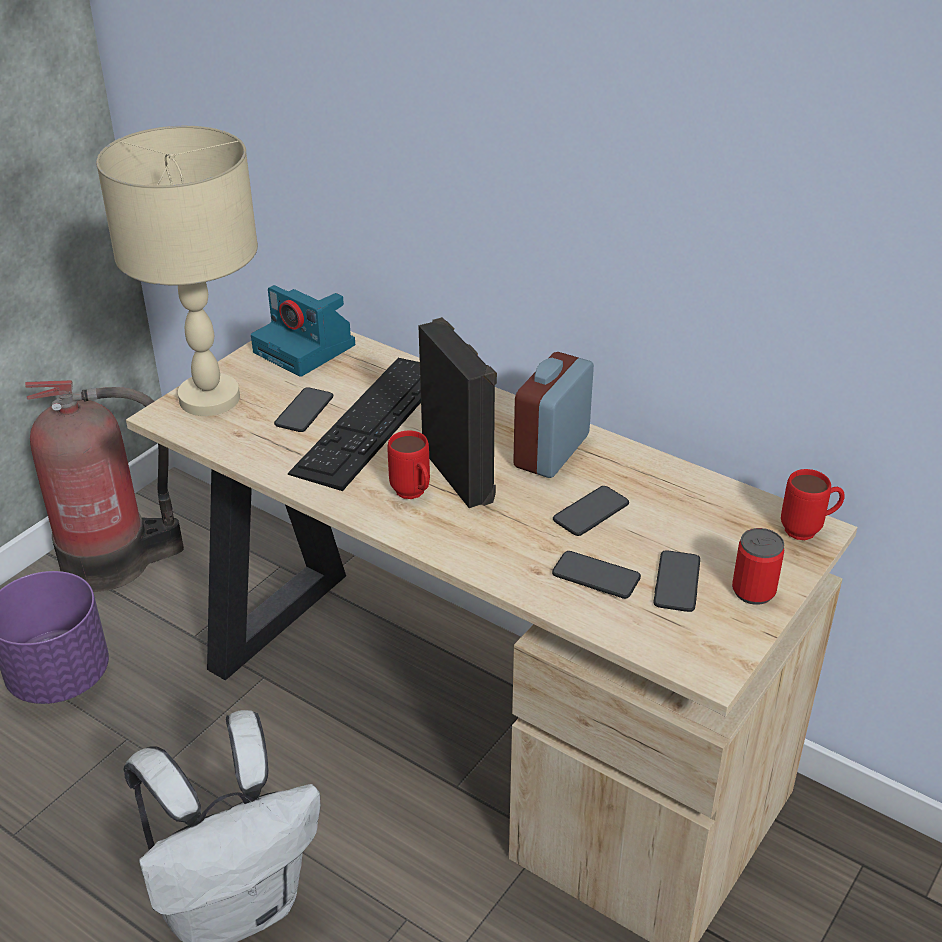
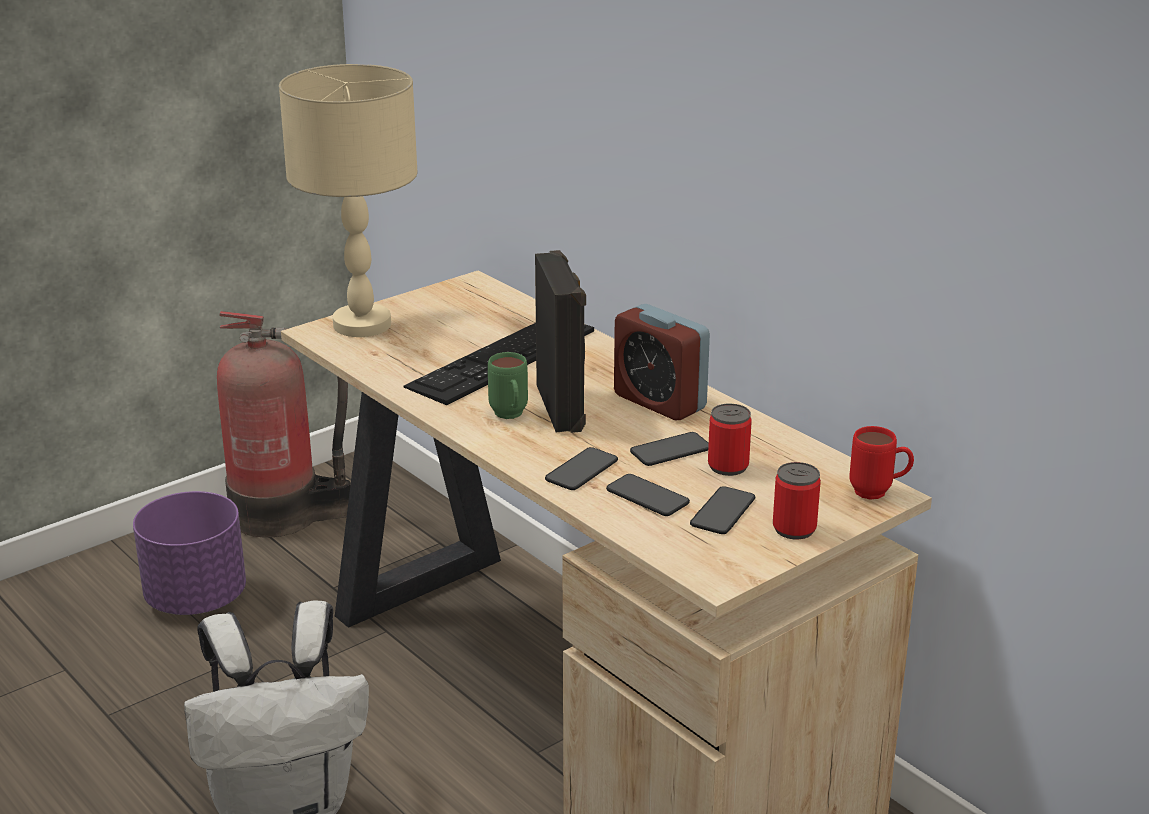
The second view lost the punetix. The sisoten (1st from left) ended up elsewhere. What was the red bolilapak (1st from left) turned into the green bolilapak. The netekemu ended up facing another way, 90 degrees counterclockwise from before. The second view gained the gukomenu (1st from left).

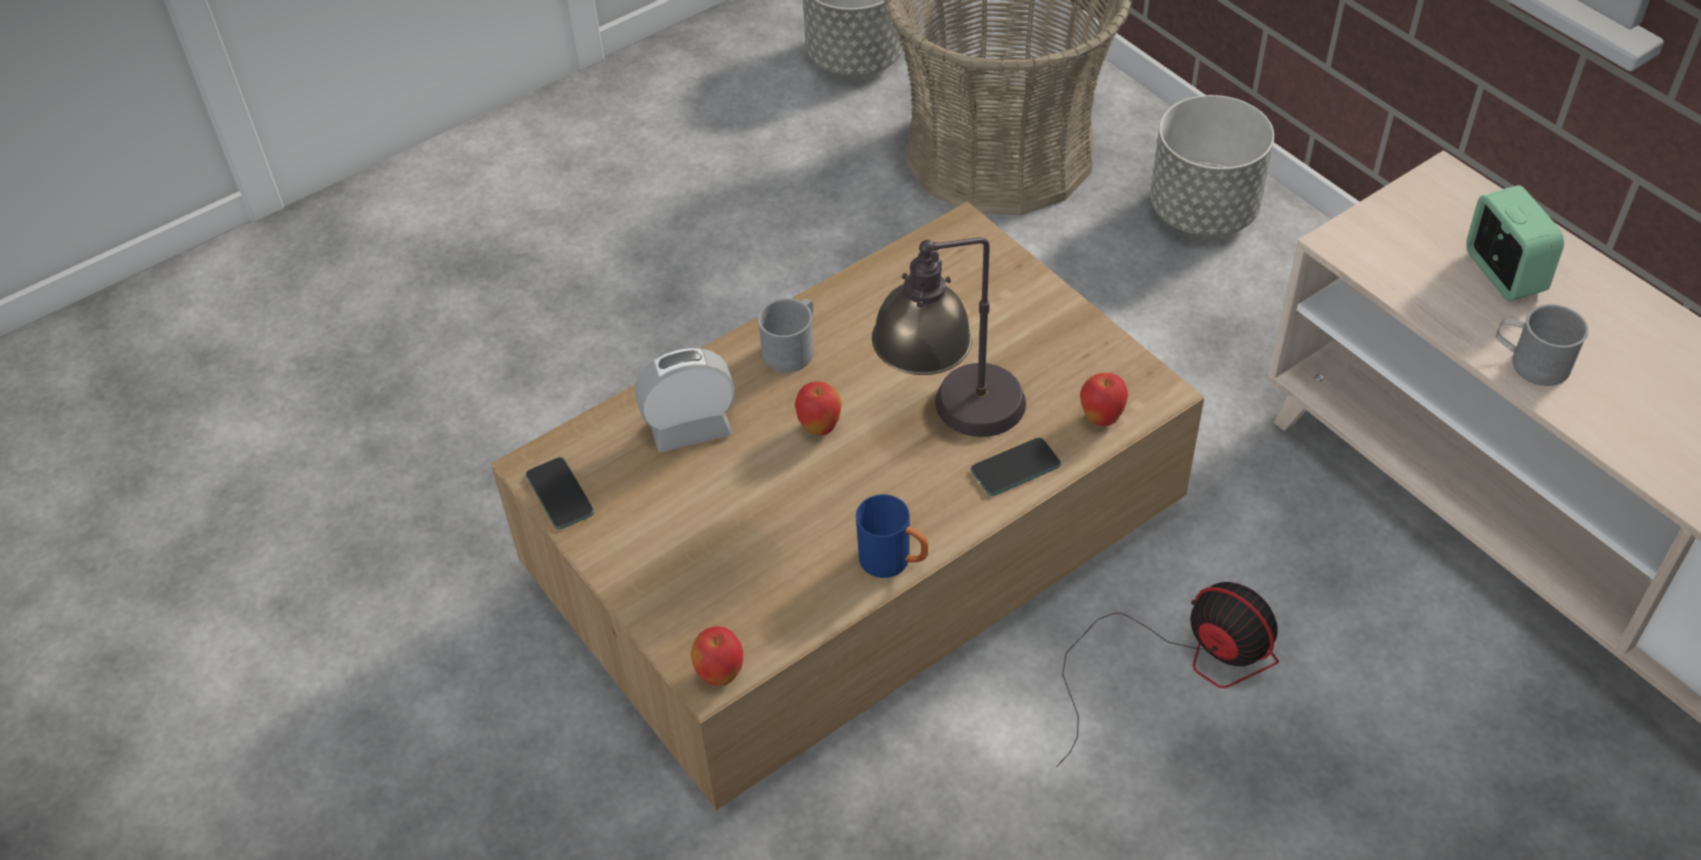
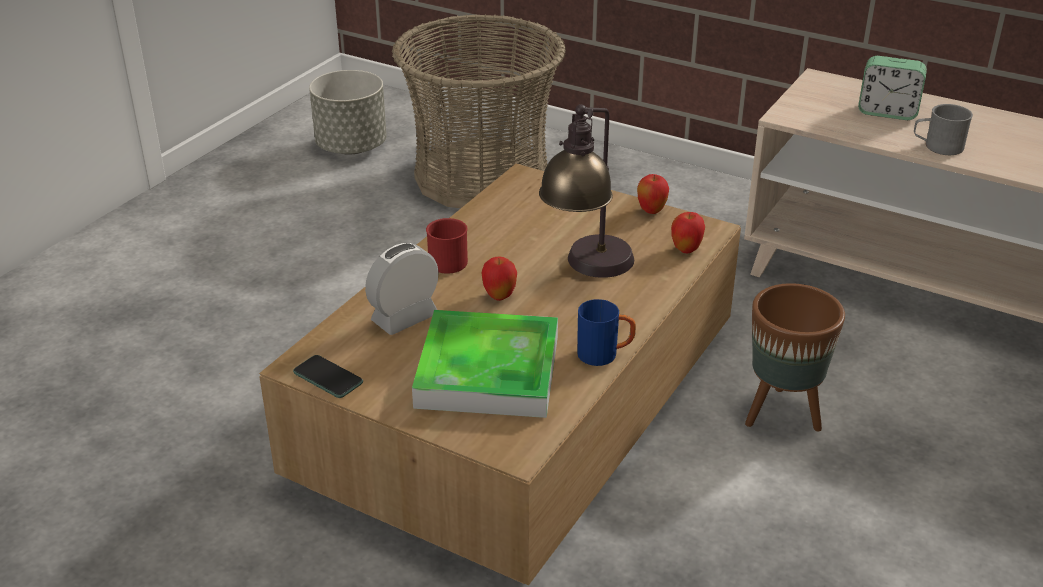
The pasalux (1st from left in the first image) ended up elsewhere. What was the grey bolilapak (1st from left) turned into the red bolilapak. The second view lost the sisoten (2nd from left). Where the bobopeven stood, the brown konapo came to stand. The second view lost the grey konapo (2nd from left). The netekemu (2nd from left) ended up facing another way, 150 degrees clockwise from before. The second view gained the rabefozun.

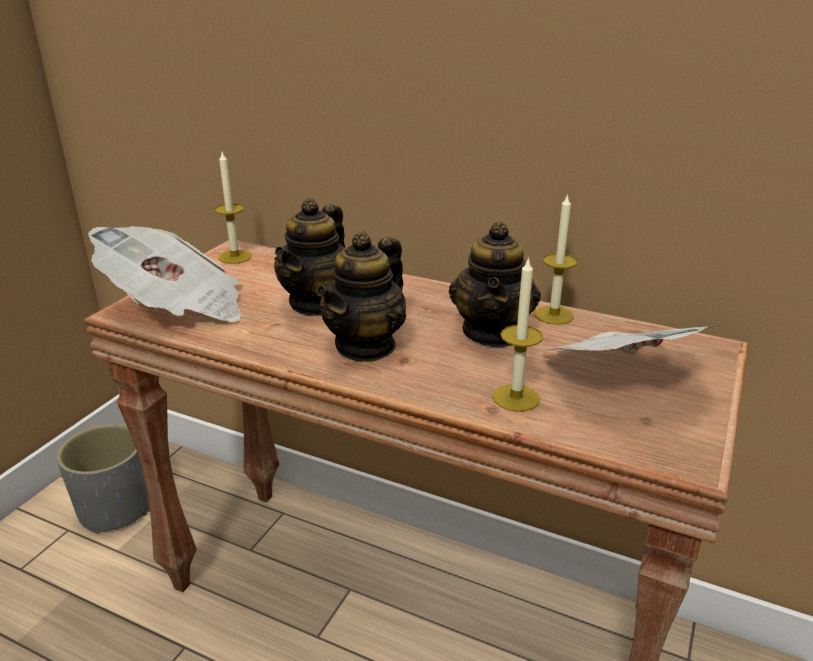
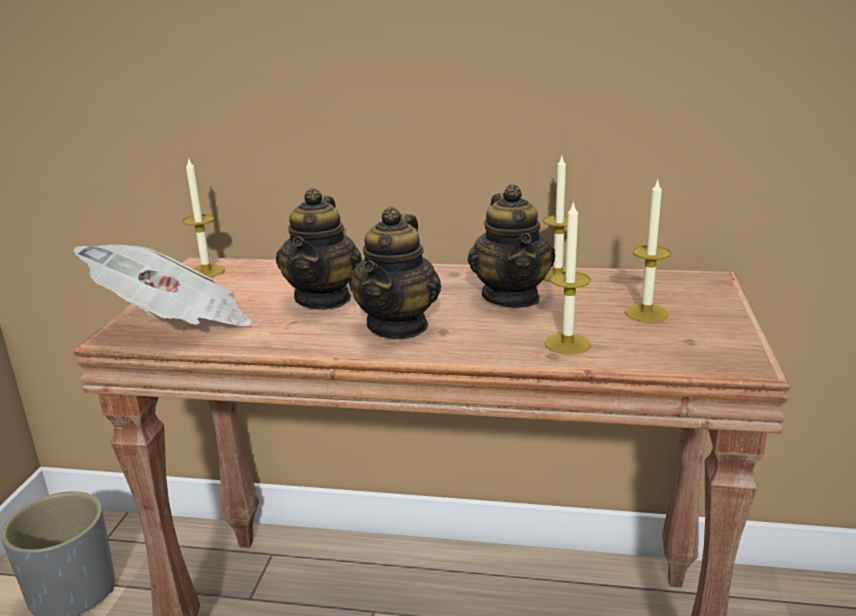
Where the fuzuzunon (2nd from left) stood, the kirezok (4th from left) came to stand.

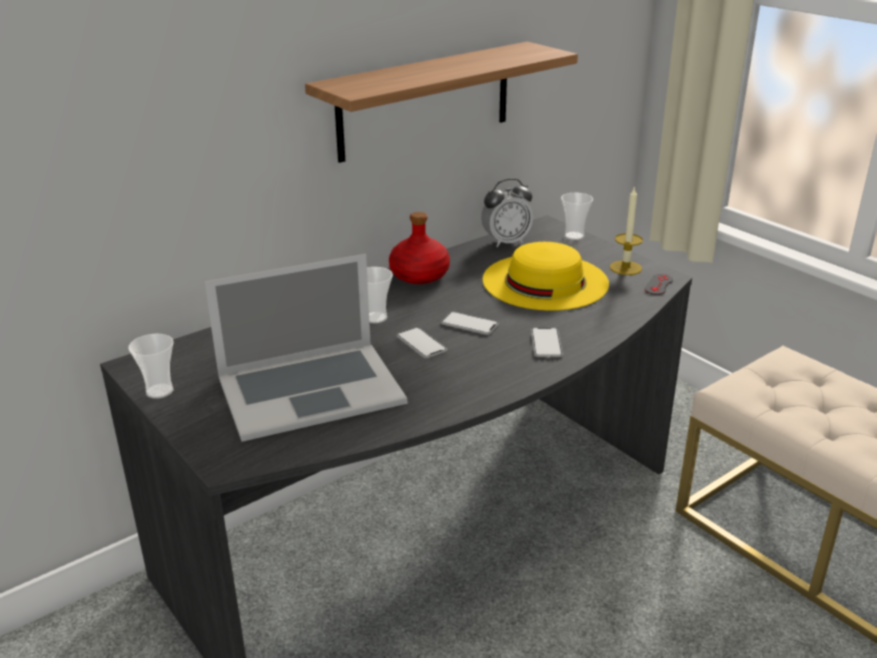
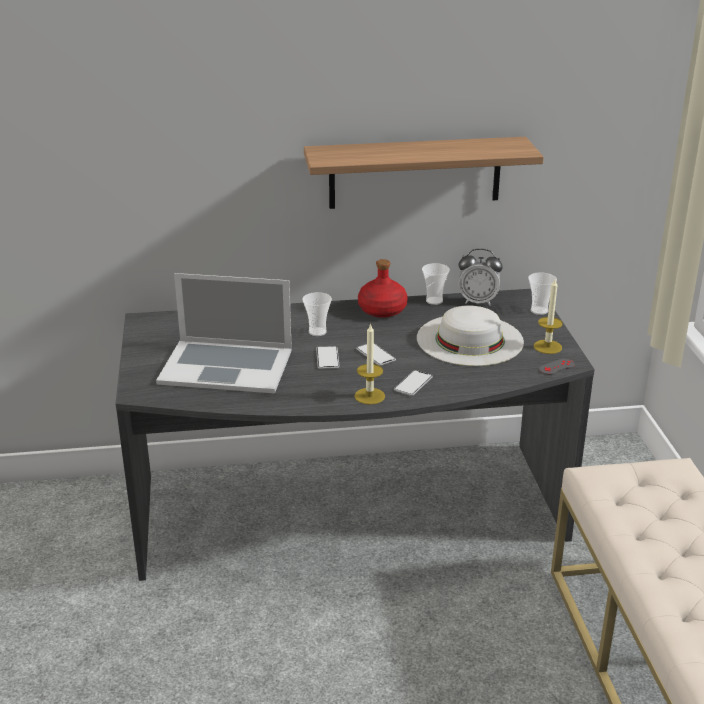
The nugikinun (1st from left in the first image) ended up elsewhere. What was the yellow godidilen turned into the white godidilen. The second view gained the kirezok (1st from left).

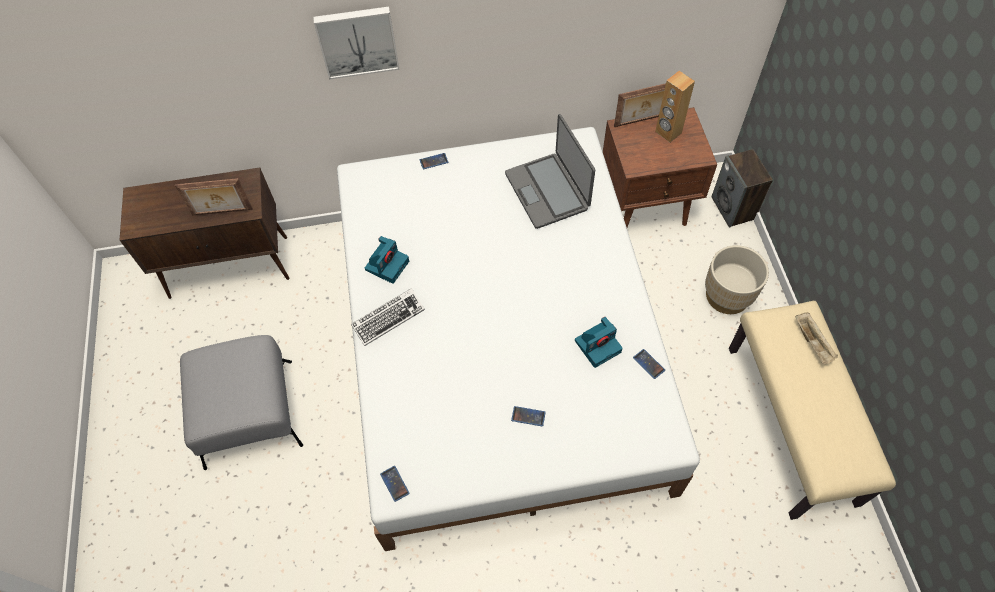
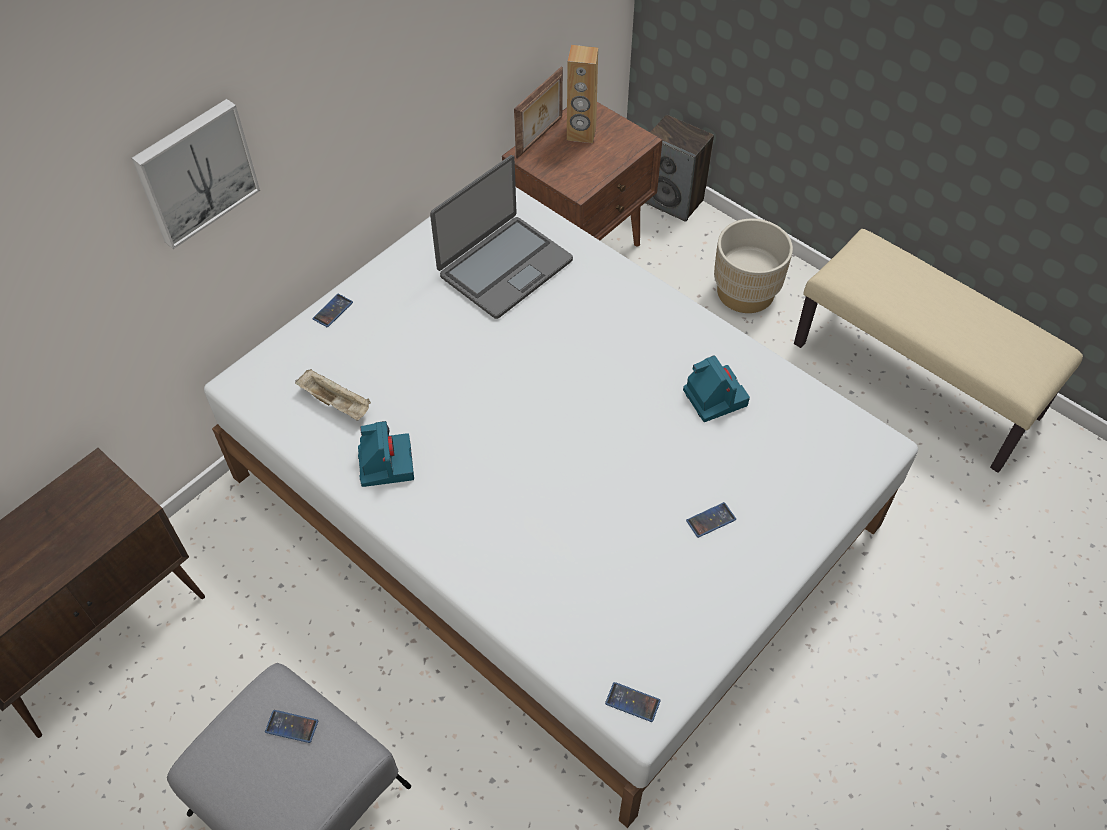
The second view lost the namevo (1st from left). The second view lost the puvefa. The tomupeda ended up facing another way, 75 degrees counterclockwise from before. The punetix (2nd from left) ended up facing another way, 45 degrees counterclockwise from before. The sisoten (4th from left in the first image) ended up elsewhere. The beige rabefozun ended up elsewhere.

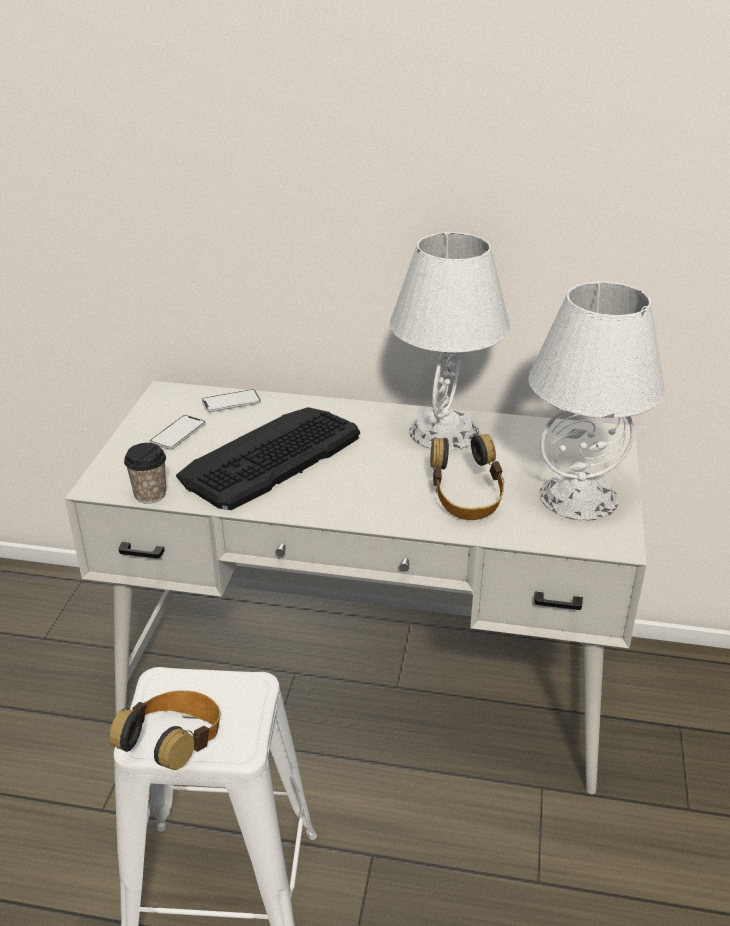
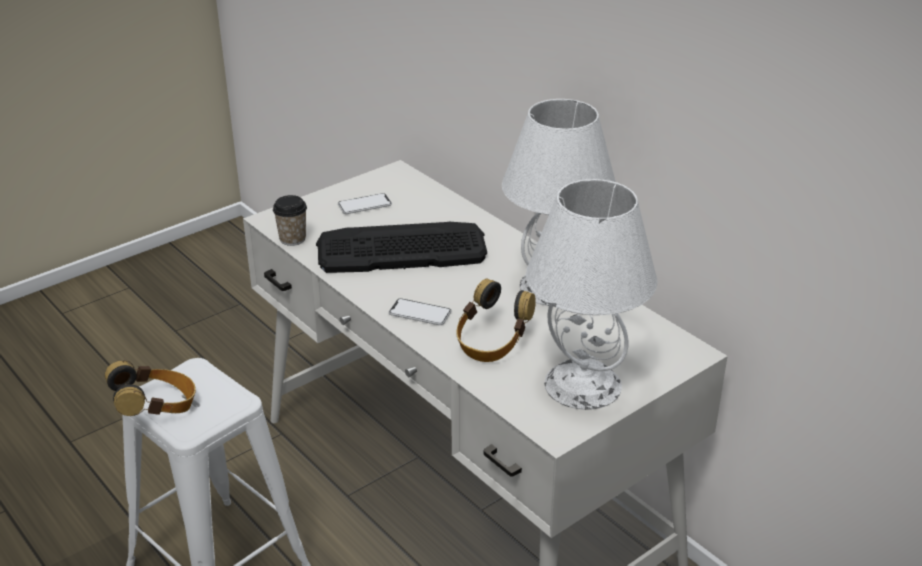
The sisoten (2nd from left) ended up elsewhere.

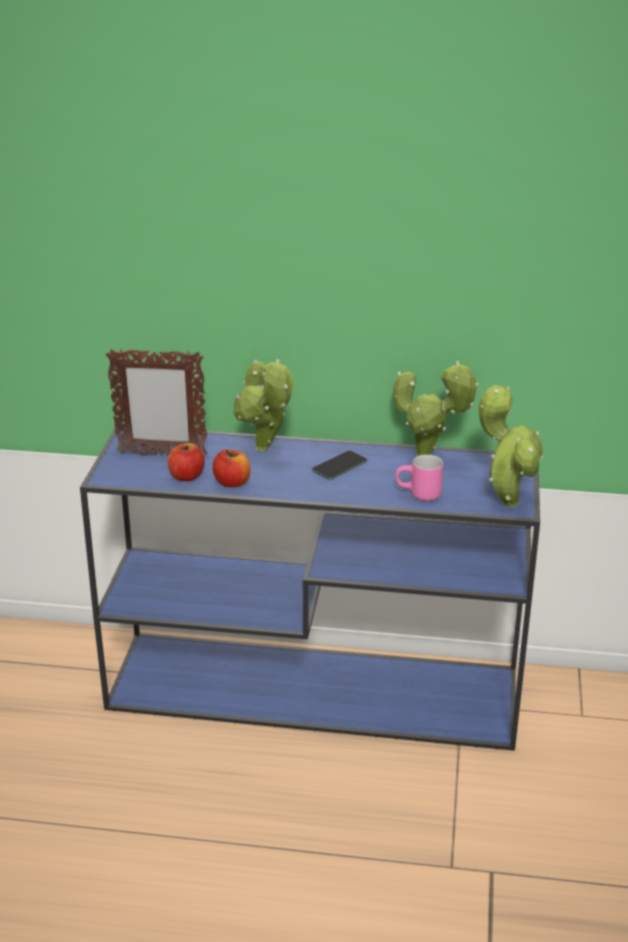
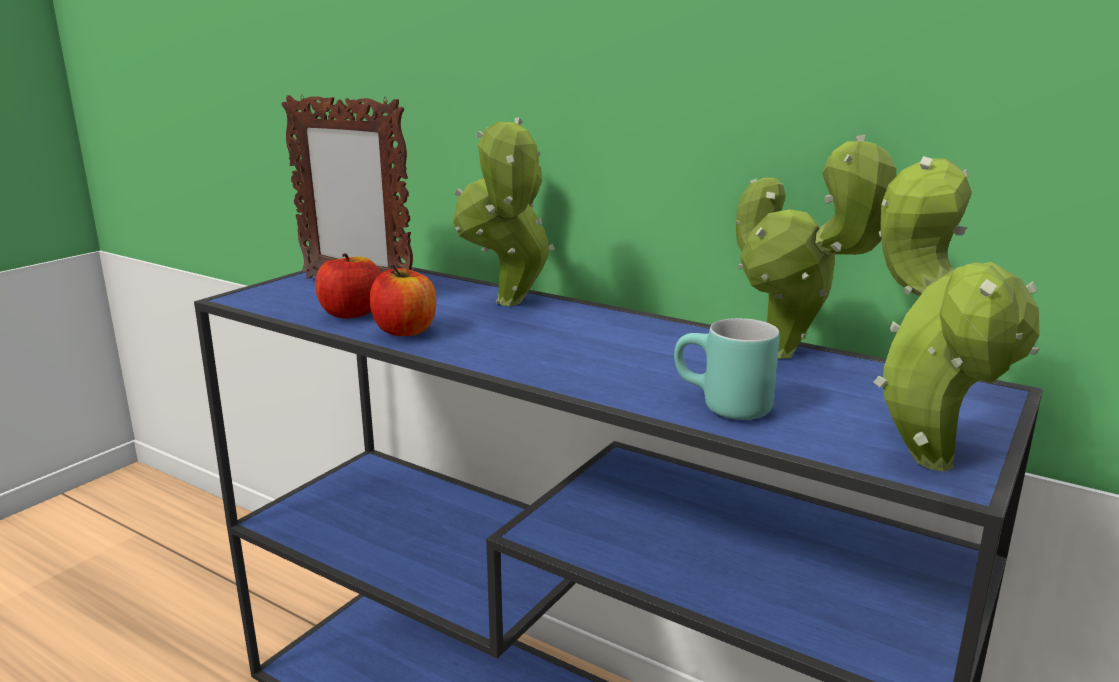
The second view lost the sisoten. What was the pink bolilapak turned into the turquoise bolilapak.

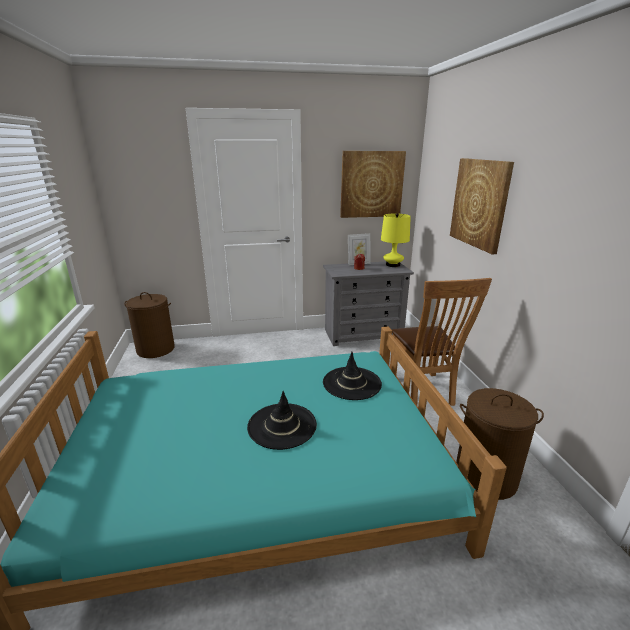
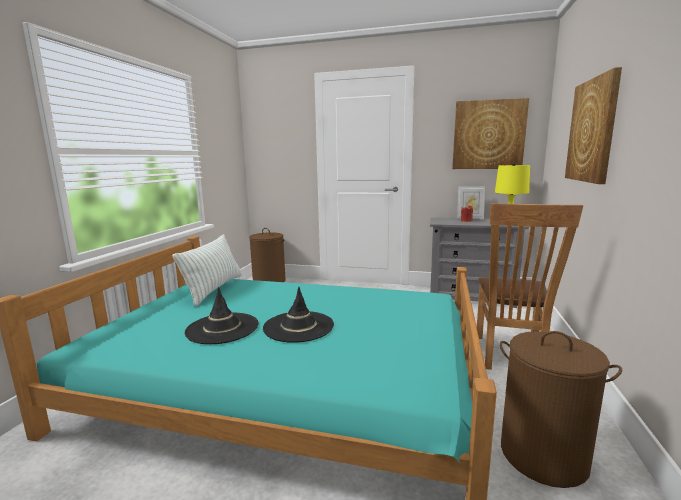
The black godidilen (2nd from left in the first image) ended up elsewhere. The second view gained the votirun.

